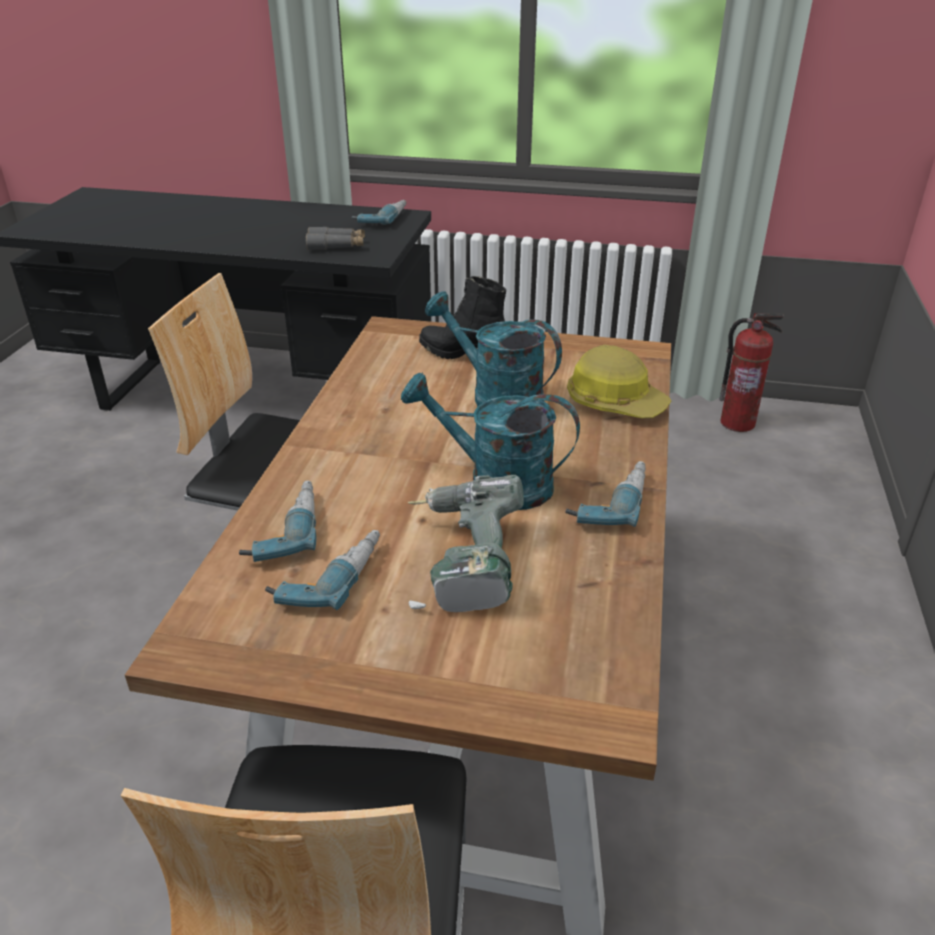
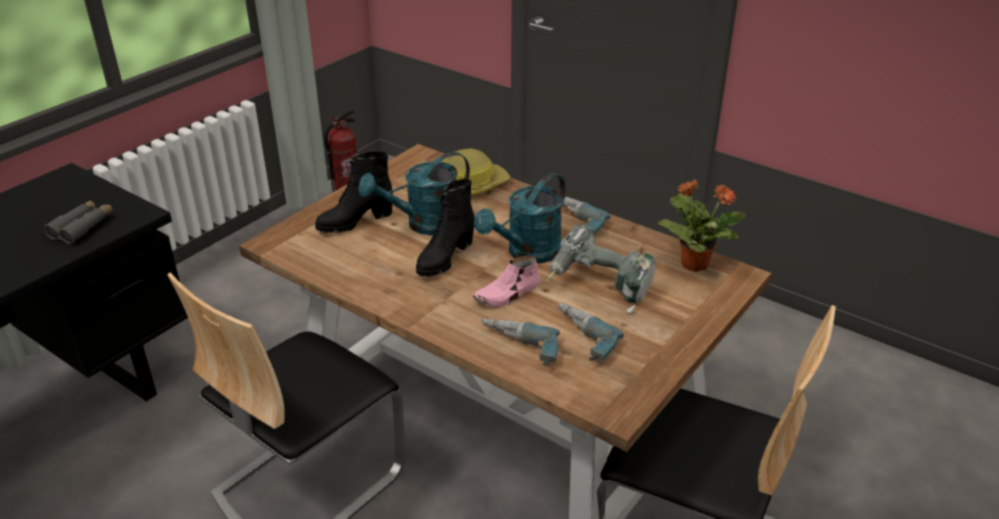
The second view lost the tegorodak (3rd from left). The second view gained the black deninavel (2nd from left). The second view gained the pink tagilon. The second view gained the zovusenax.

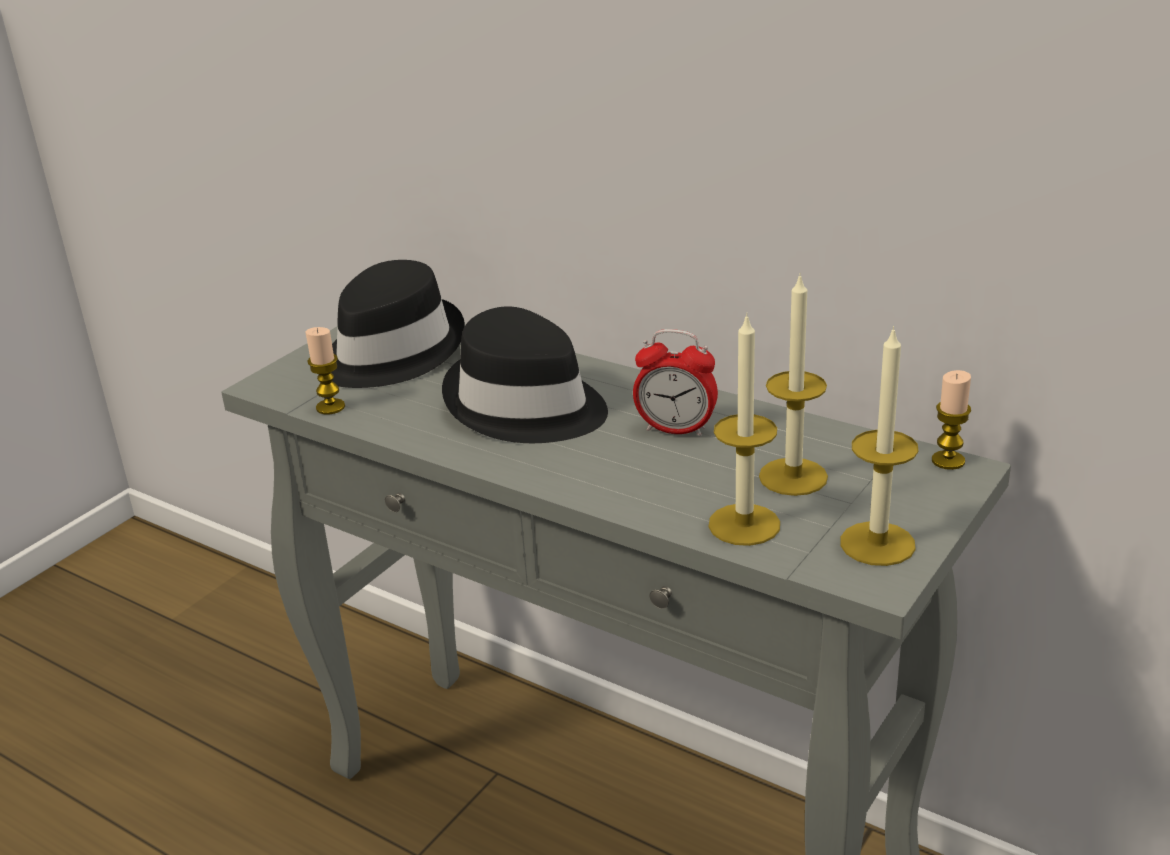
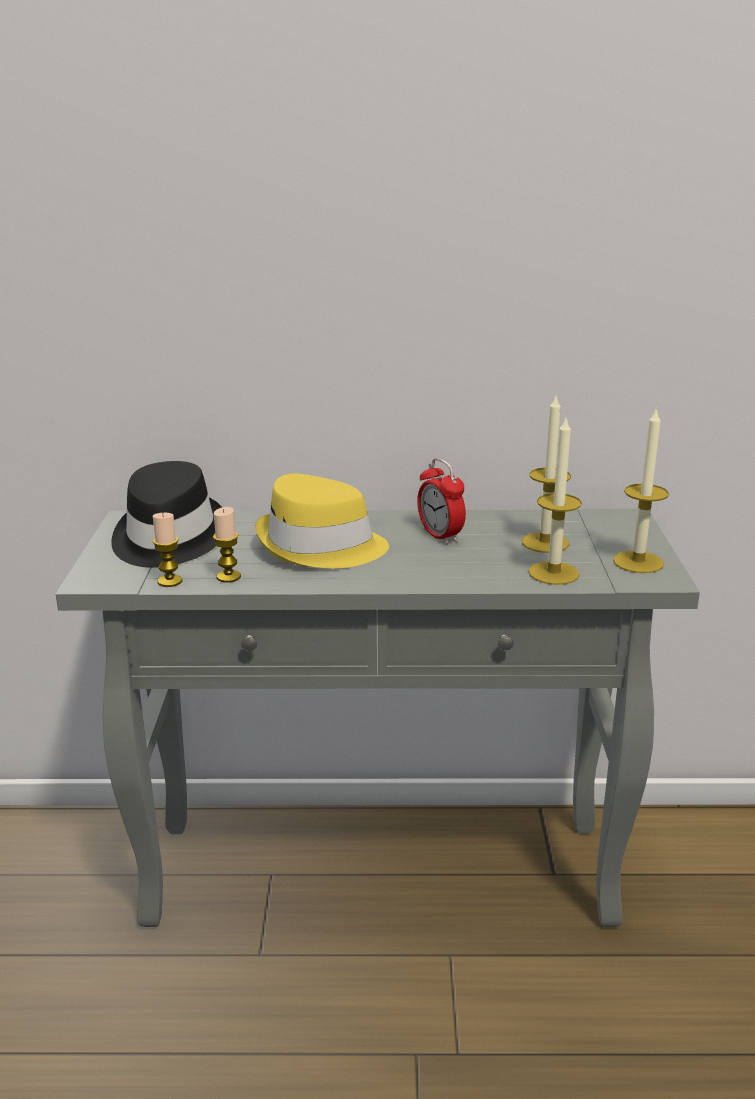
What was the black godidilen (2nd from left) turned into the yellow godidilen. The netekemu ended up facing another way, 75 degrees clockwise from before. The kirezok (5th from left in the first image) ended up elsewhere.

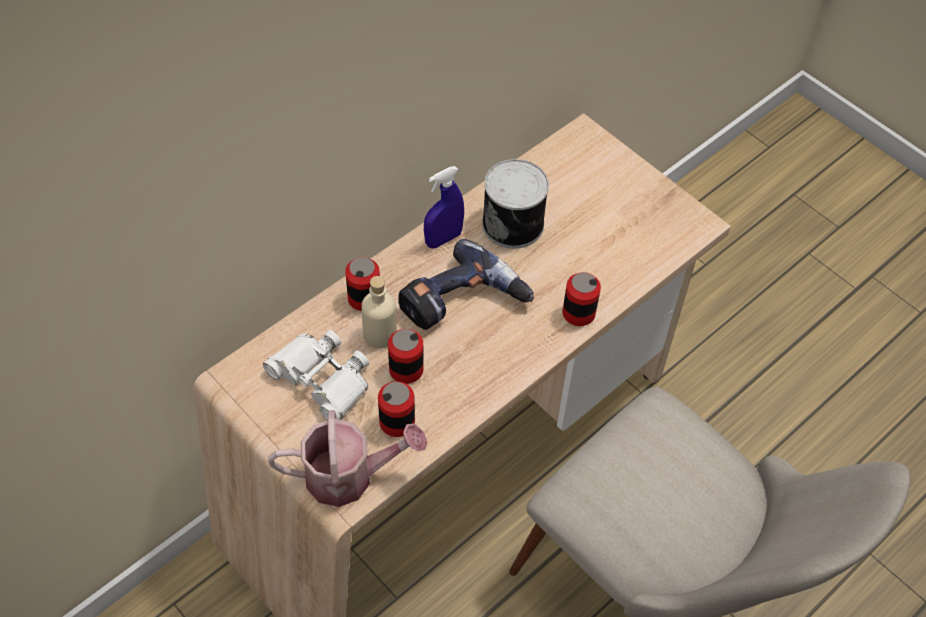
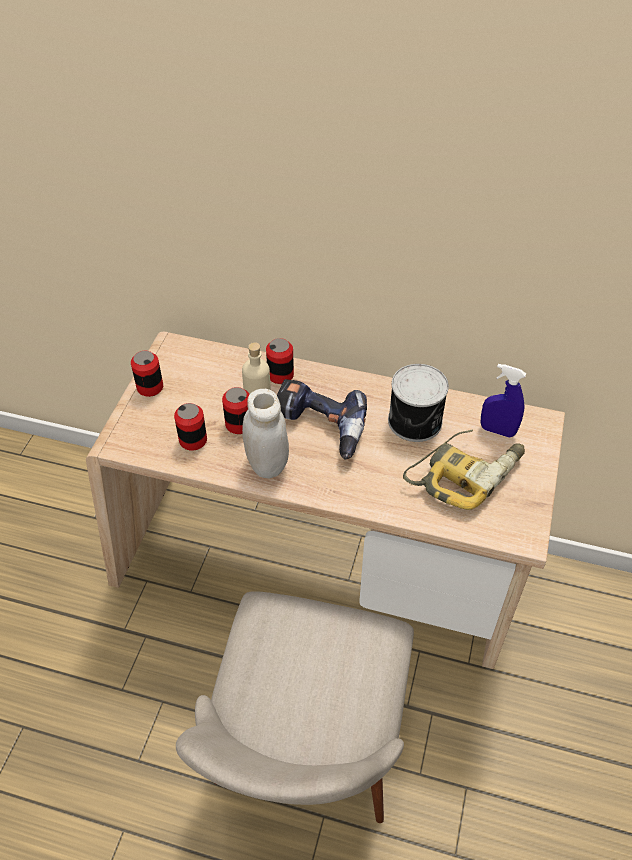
The second view lost the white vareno. The second view lost the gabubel. The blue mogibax ended up elsewhere. The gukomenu (5th from left in the first image) ended up elsewhere. The second view gained the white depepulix. The second view gained the tegorodak (2nd from left).

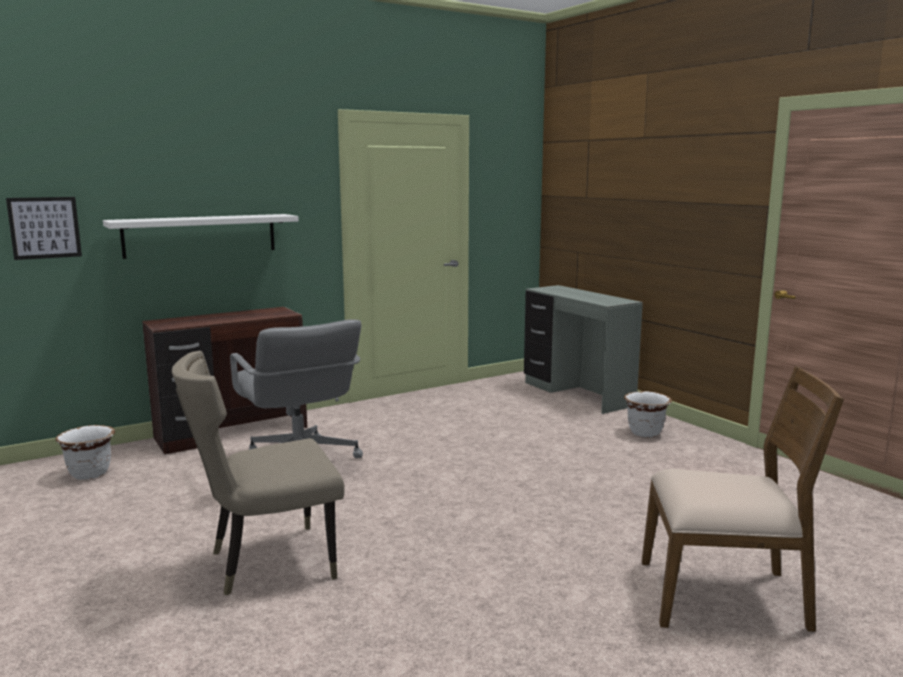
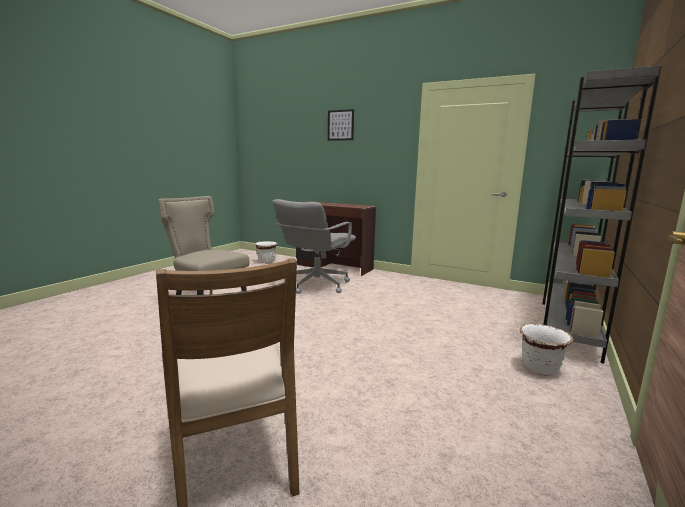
The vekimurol ended up elsewhere. The second view lost the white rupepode. Where the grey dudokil stood, the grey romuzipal came to stand.

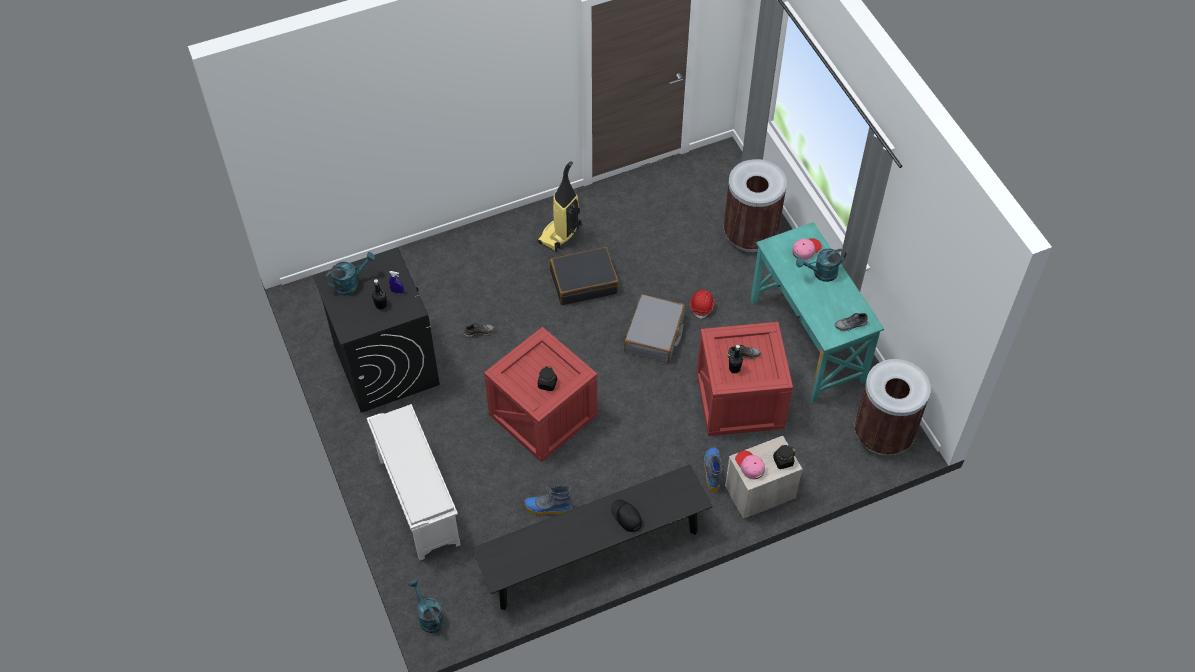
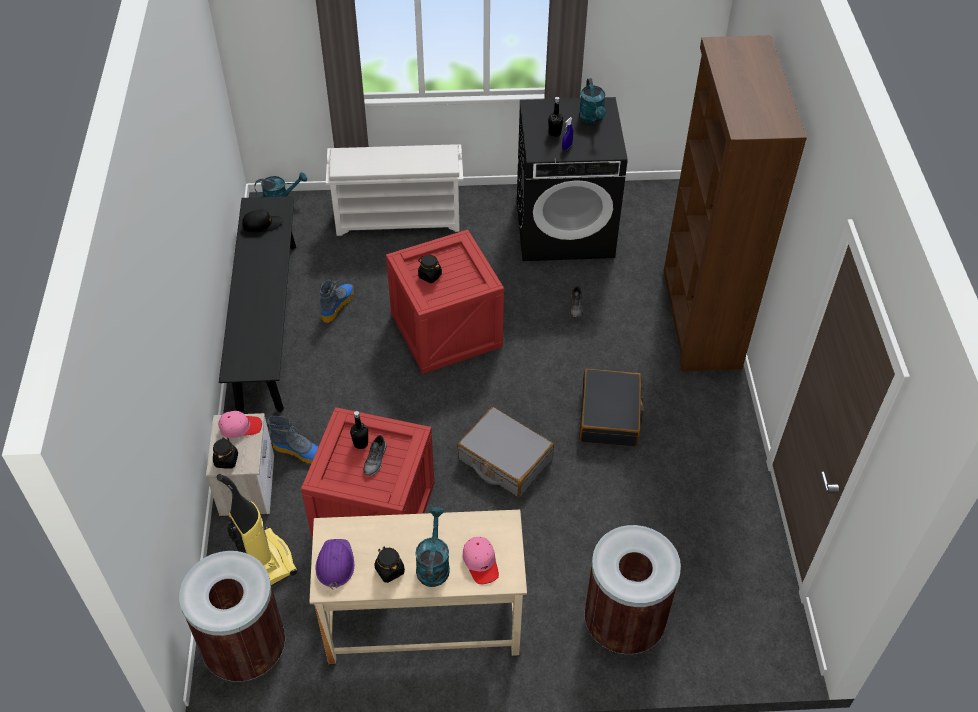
The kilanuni ended up elsewhere. The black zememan ended up elsewhere. The second view lost the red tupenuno. What was the turquoise dudokil turned into the beige dudokil. Where the grey tagilon (3rd from left) stood, the purple tupenuno came to stand. The second view gained the black depepulix (2nd from left). The second view gained the brown romuzipal.

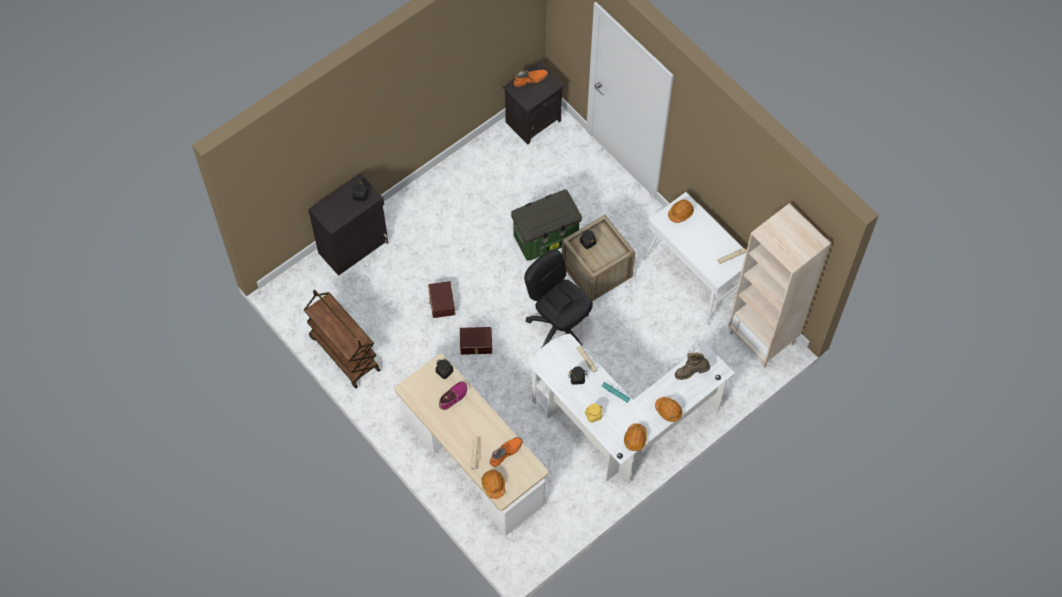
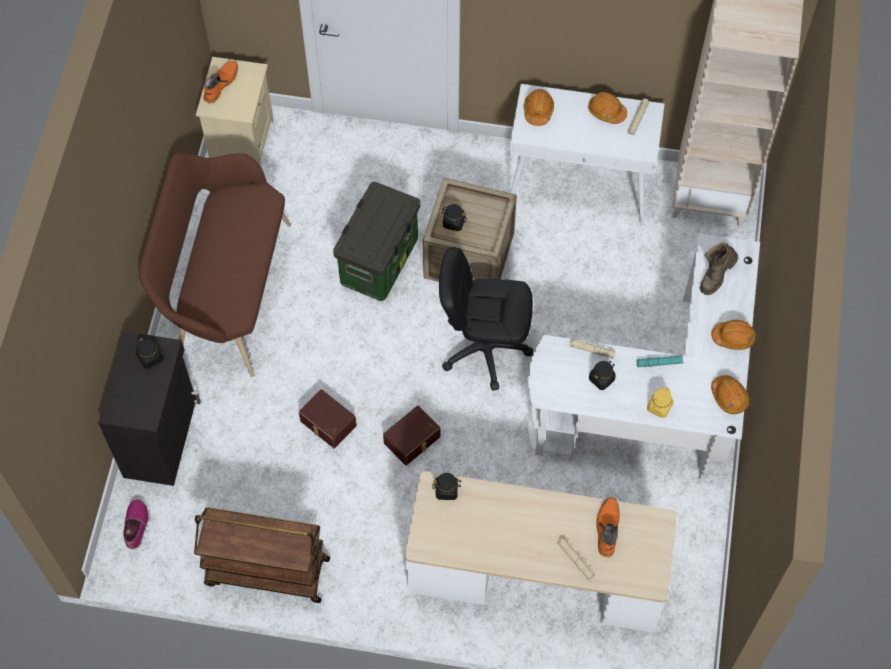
The tagilon ended up elsewhere. The orange tupenuno (1st from left in the first image) ended up elsewhere. What was the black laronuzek turned into the beige laronuzek. The second view gained the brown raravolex.

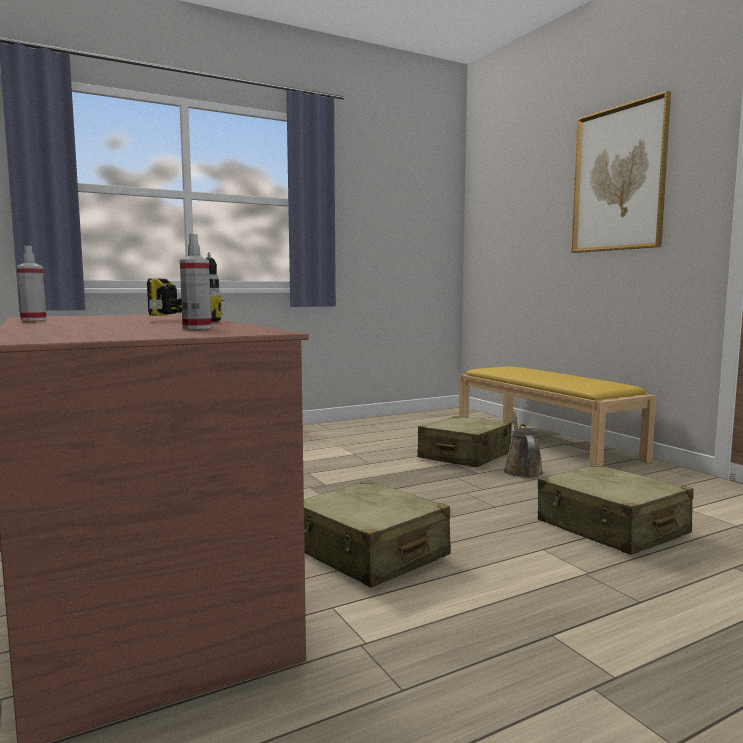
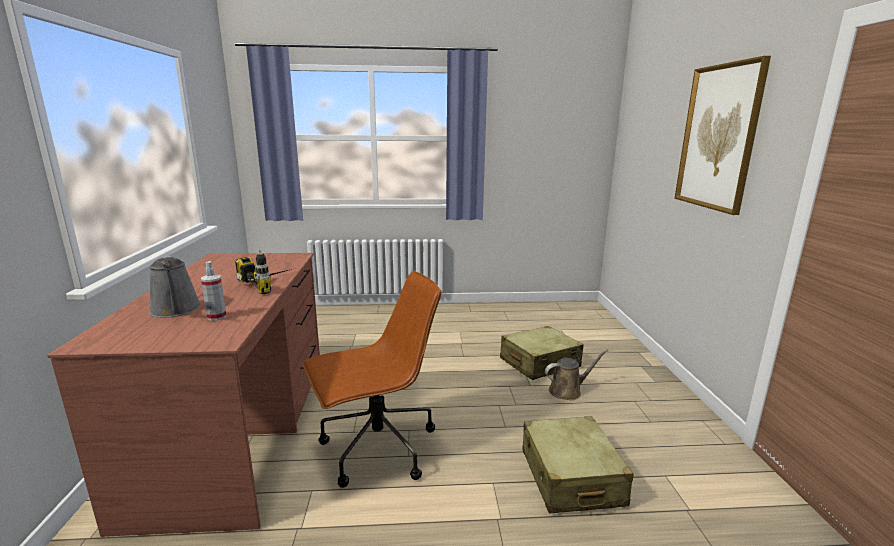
The second view lost the mogibax (1st from left). Where the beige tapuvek (1st from left) stood, the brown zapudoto came to stand. The second view lost the yellow raravolex. The brown gabubel ended up facing another way, 45 degrees clockwise from before. The second view gained the grey gabubel.

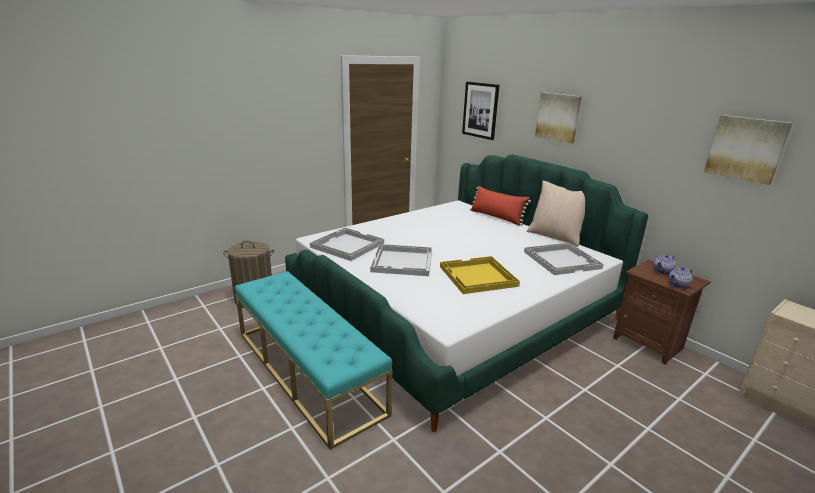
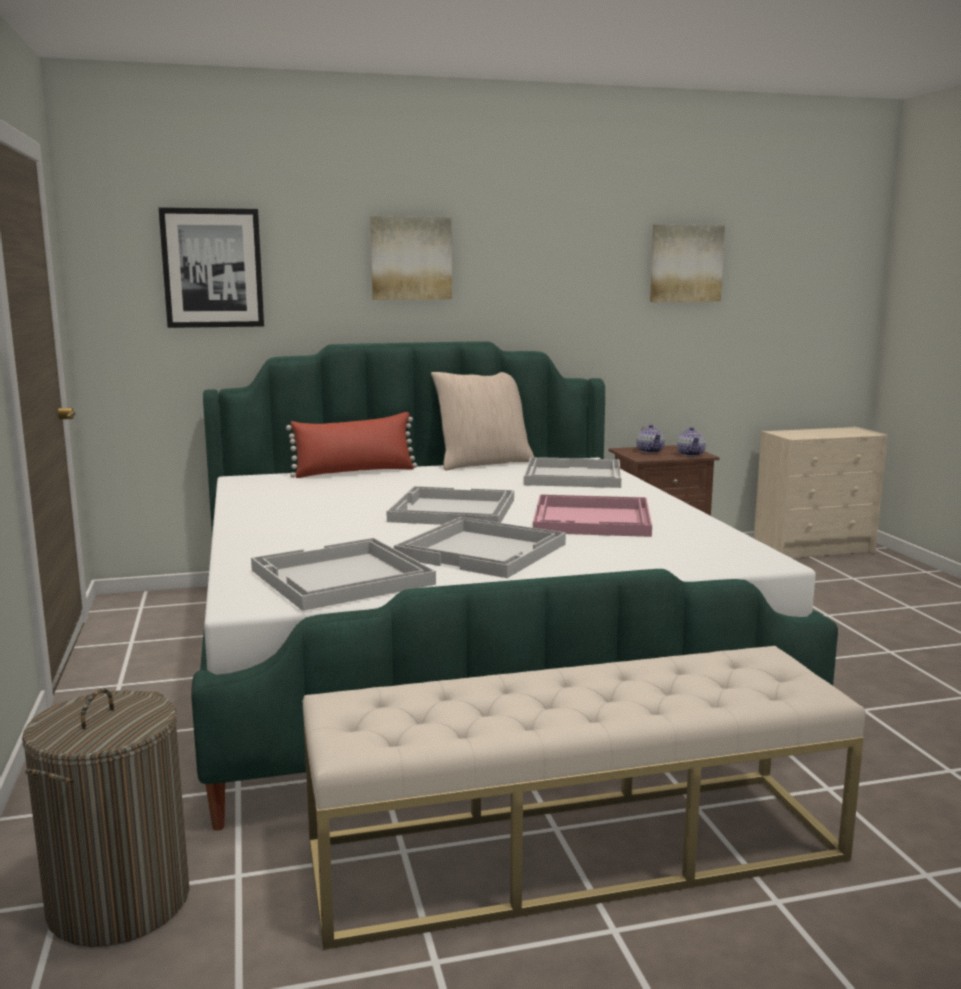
What was the turquoise raravolex turned into the beige raravolex. What was the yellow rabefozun turned into the pink rabefozun. The second view gained the white rabefozun (2nd from left).

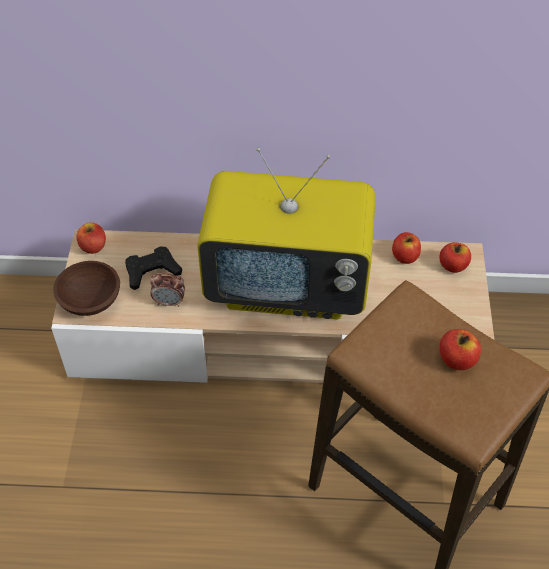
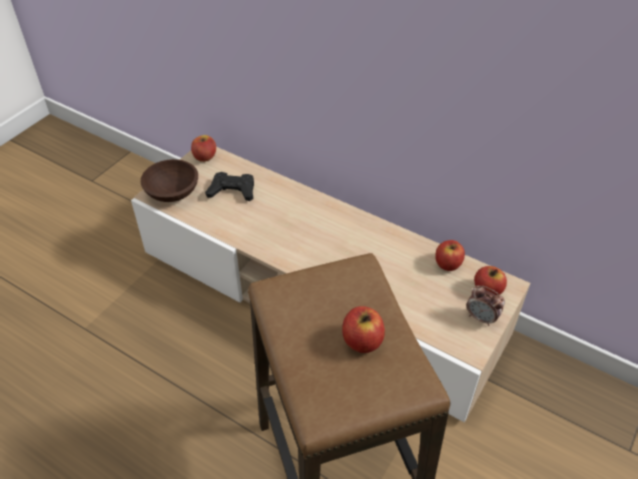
The netekemu ended up elsewhere. The second view lost the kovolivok.

